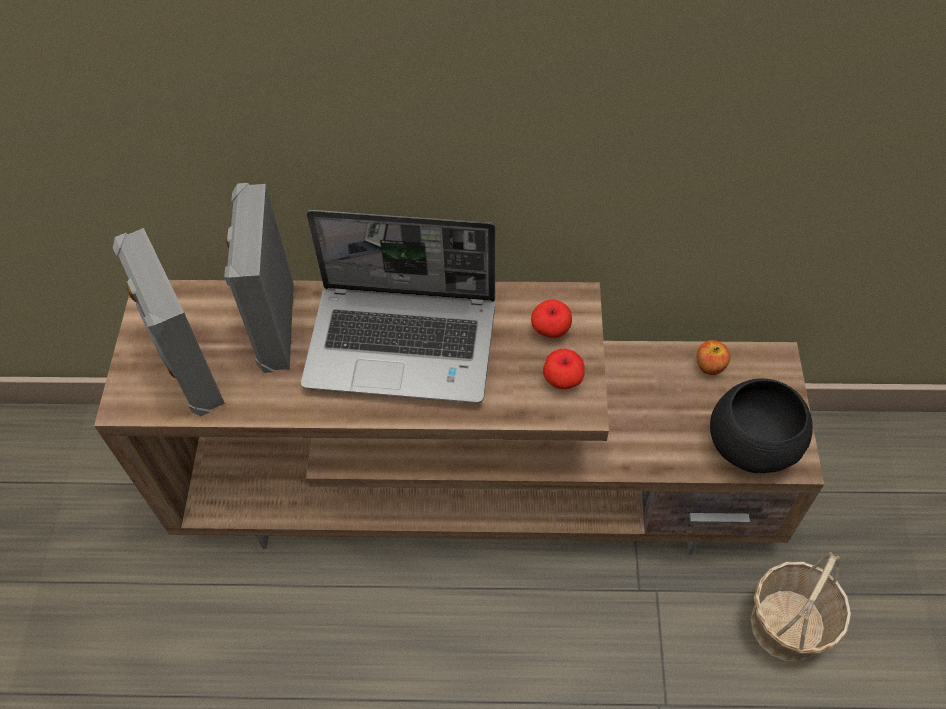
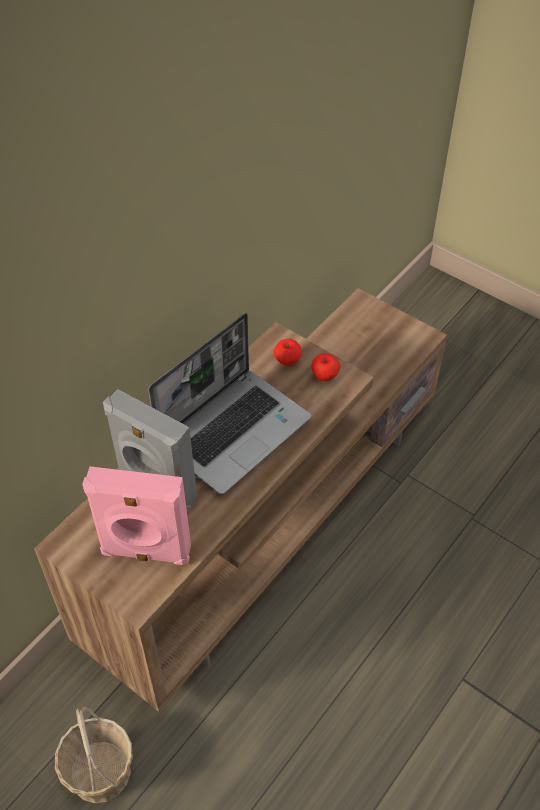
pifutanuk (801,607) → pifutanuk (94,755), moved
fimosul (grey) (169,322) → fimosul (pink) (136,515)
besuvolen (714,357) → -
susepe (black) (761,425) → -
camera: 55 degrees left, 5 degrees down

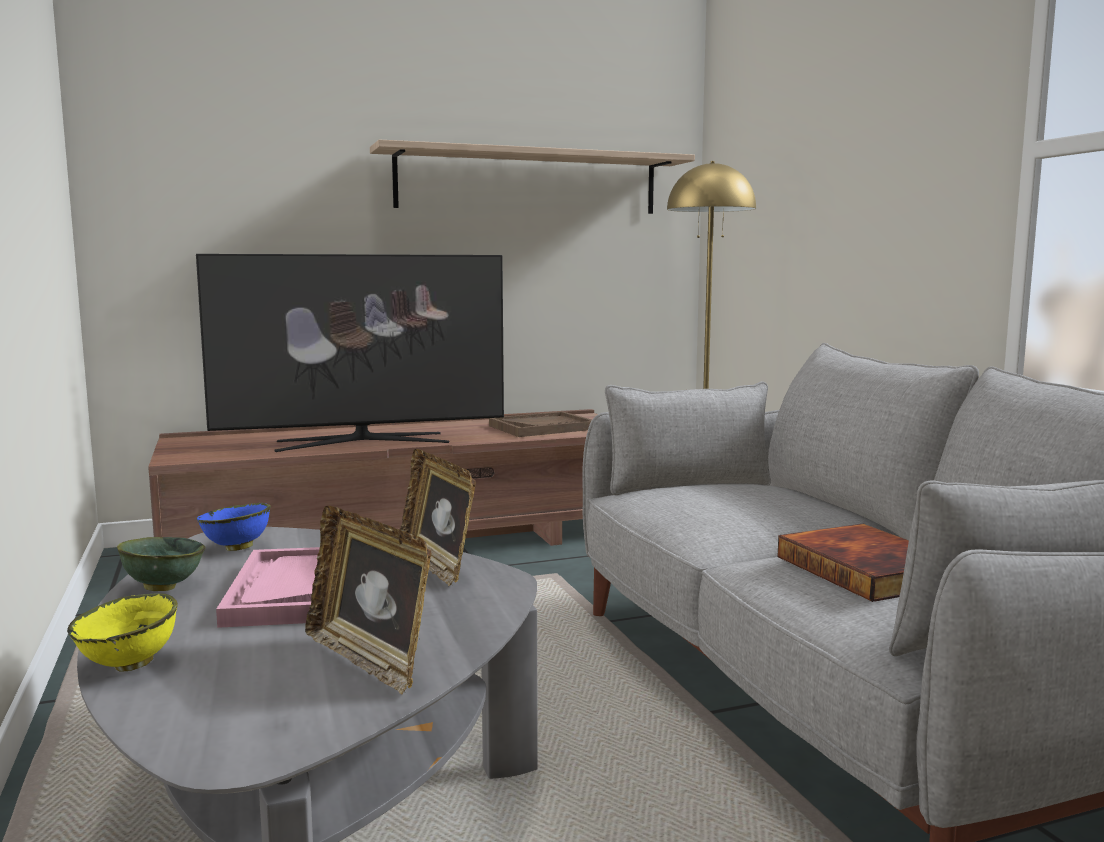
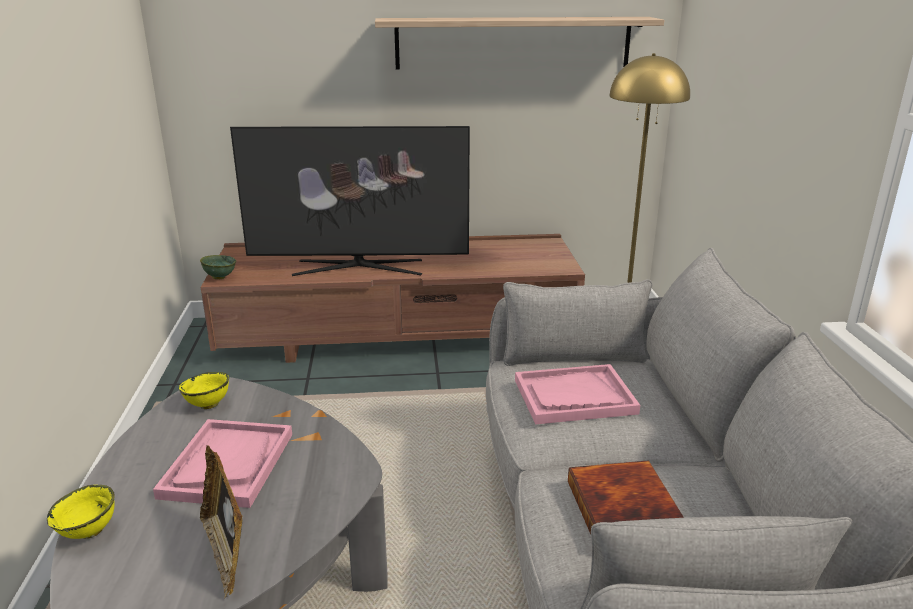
susepe (blue) (233,527) → susepe (yellow) (204,390)
susepe (green) (161,564) → susepe (green) (218,267), moved
- → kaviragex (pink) (577,394)
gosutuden (437,517) → -
kaviragex (brown) (540,424) → -
camera: 15 degrees right, 15 degrees up

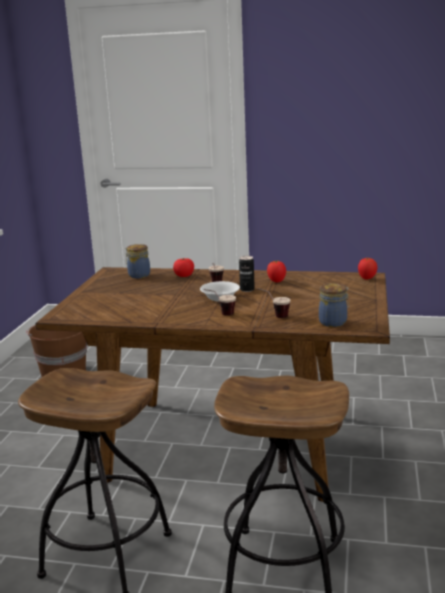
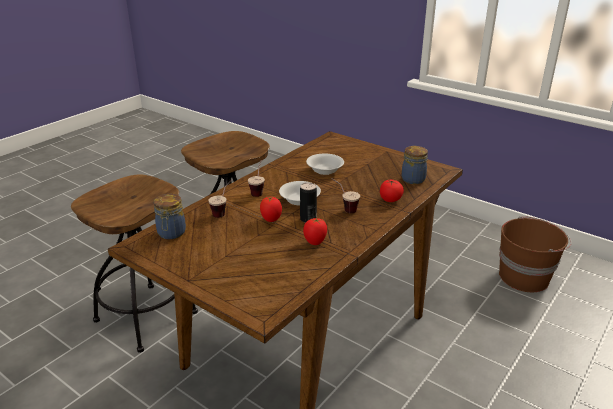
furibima (368,269) → furibima (271,209), moved
- → susepe (white) (325,164)
camera: 115 degrees right, 10 degrees up

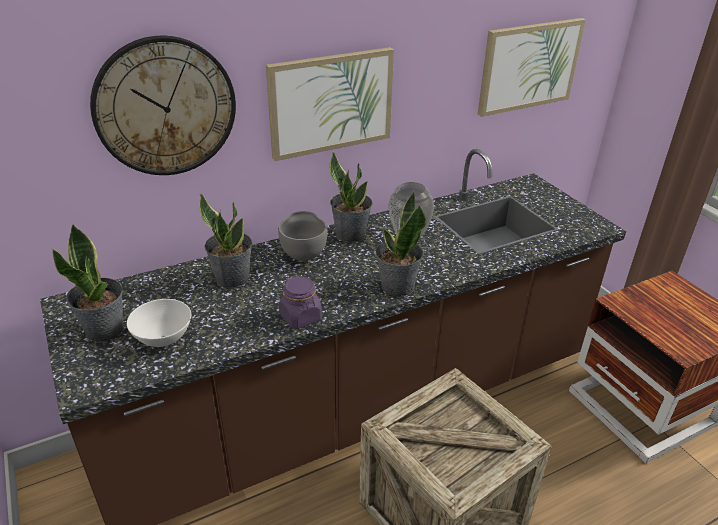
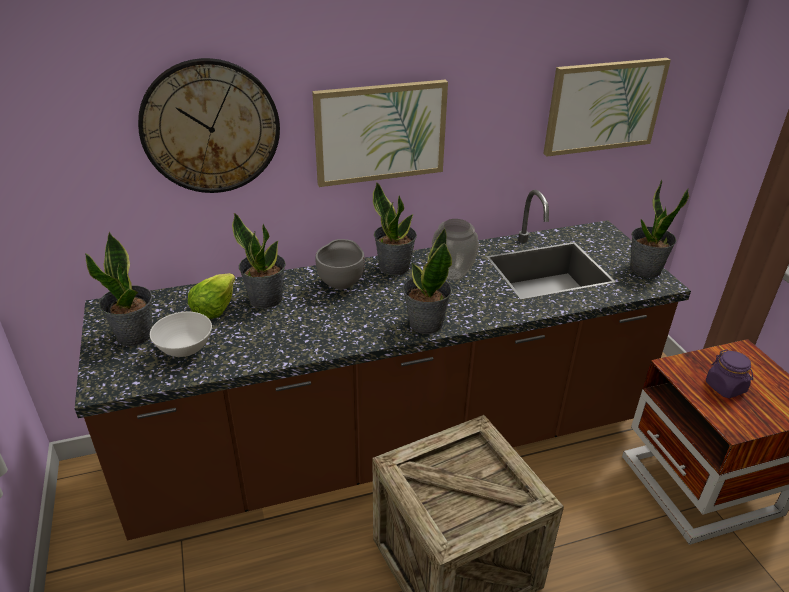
- → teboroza (211,296)
- → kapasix (659,228)
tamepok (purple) (300,302) → tamepok (purple) (729,373), moved
camera: 10 degrees right, 0 degrees up

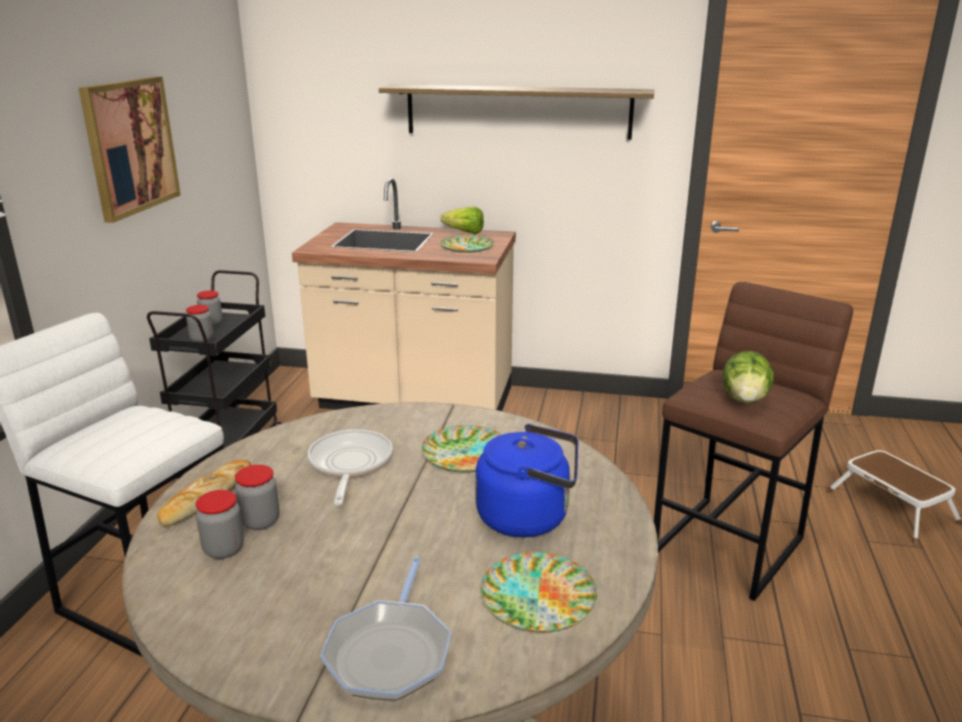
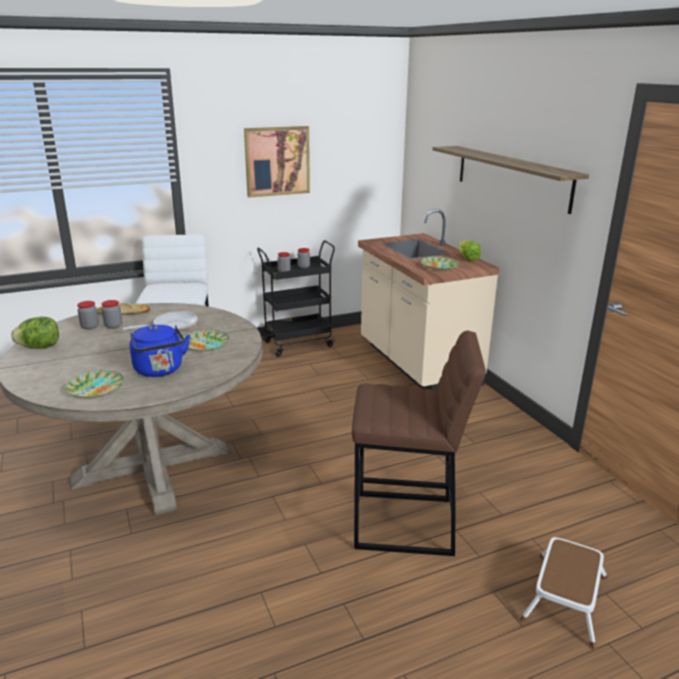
teboroza (748,377) → teboroza (35,333), moved
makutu (385,629) → -
camera: 55 degrees right, 0 degrees up

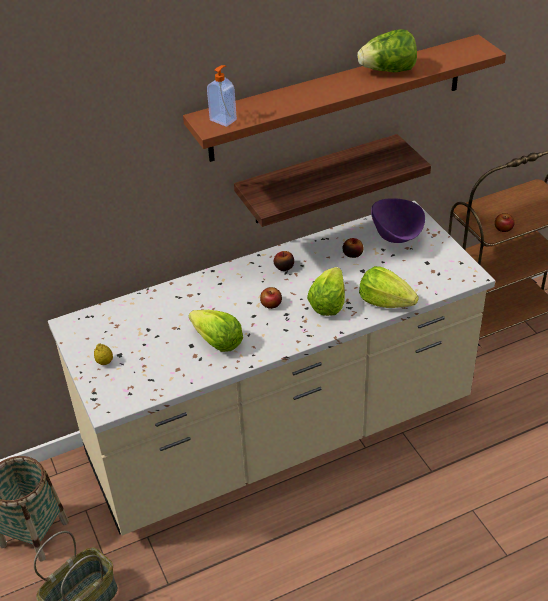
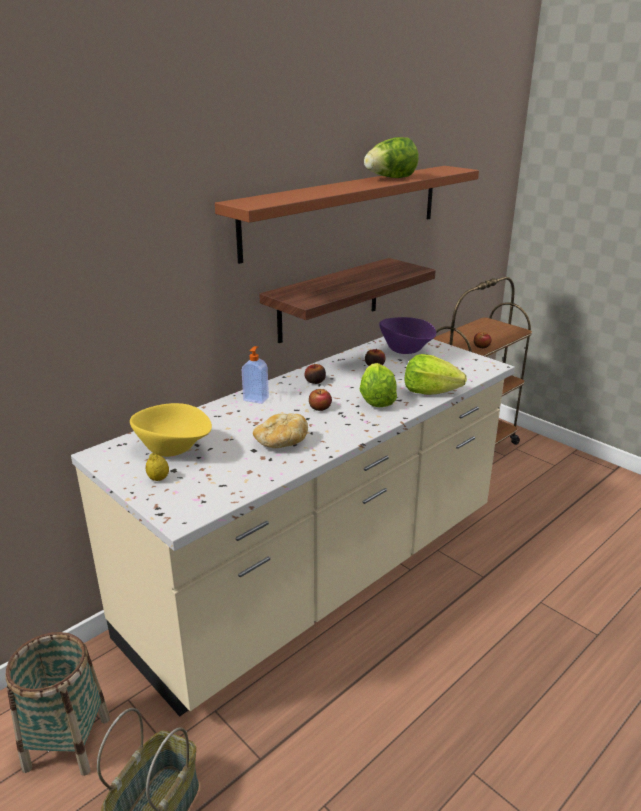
- → susepe (yellow) (171,430)
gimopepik (222,96) → gimopepik (255,375), moved
teboroza (216,331) → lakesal (280,430)
camera: 20 degrees left, 15 degrees down

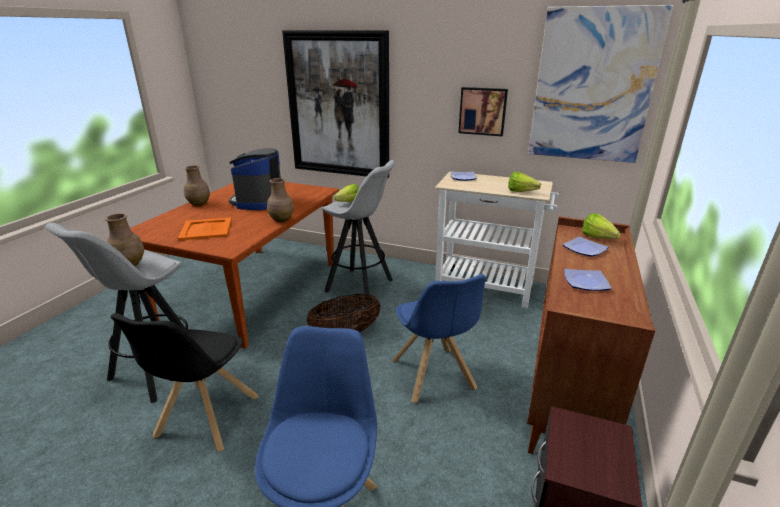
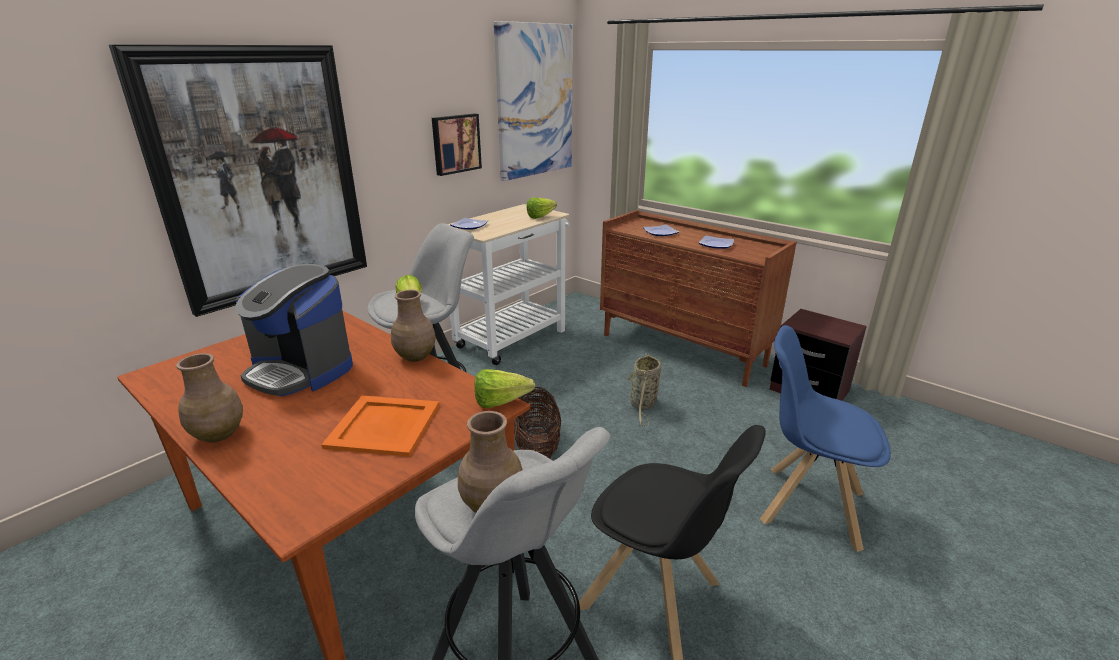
teboroza (601,226) → teboroza (505,388), moved
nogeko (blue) (439,339) → pifutanuk (644,389)
camera: 70 degrees left, 0 degrees up

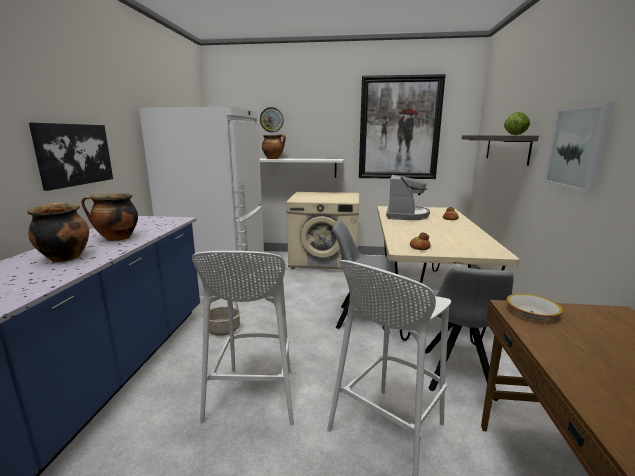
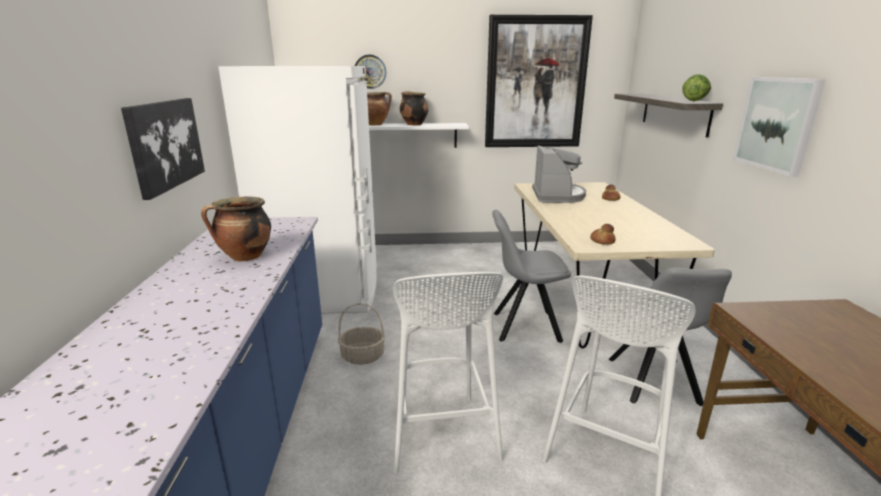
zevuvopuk (58,232) → zevuvopuk (414,108), moved
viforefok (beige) (322,231) → -
susepe (534,306) → -
camera: 10 degrees left, 5 degrees up

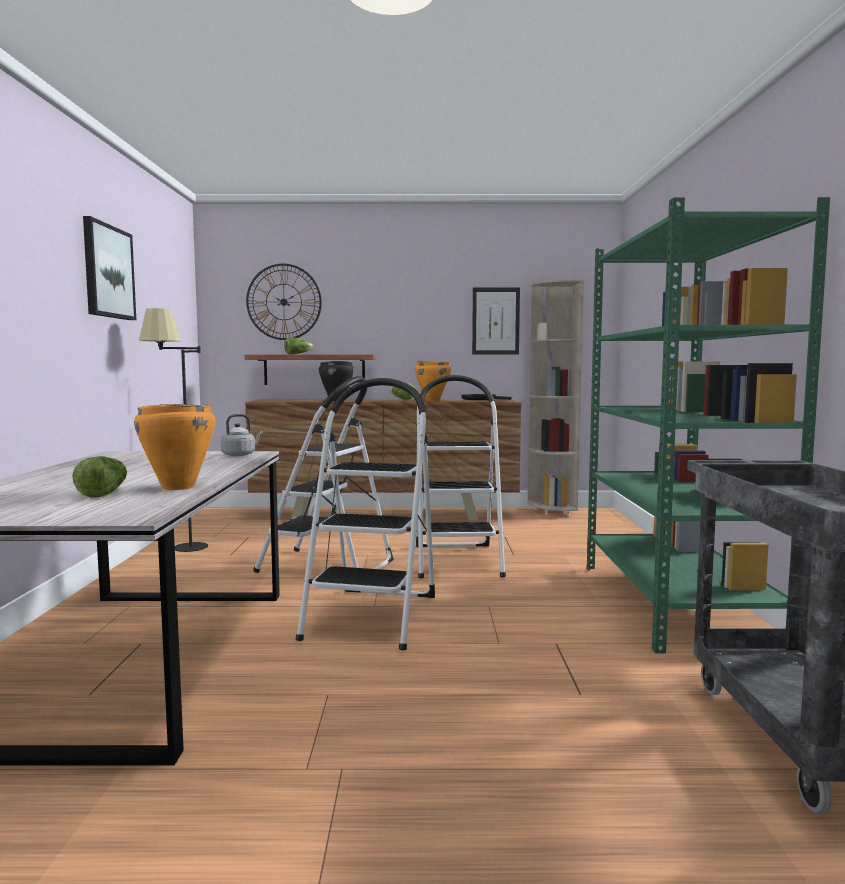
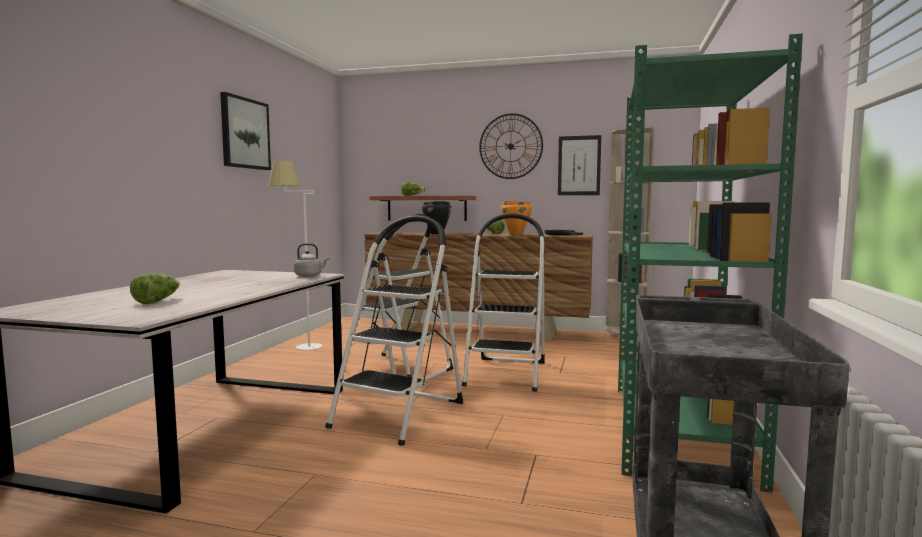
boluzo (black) (173,430) → boluzo (white) (295,255)
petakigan (284,302) → petakigan (511,146), moved
zevuvopuk (orange) (175,447) → -
camera: 15 degrees right, 0 degrees up

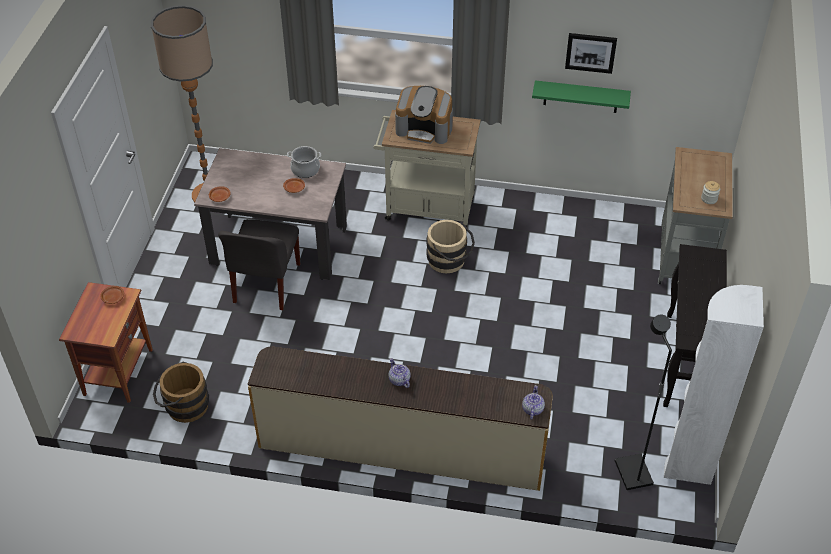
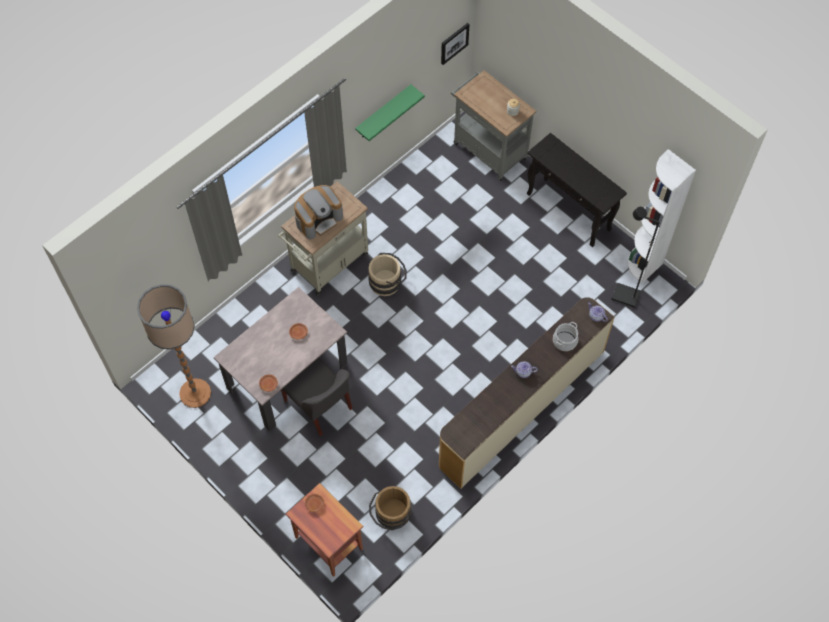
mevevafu (591,53) → mevevafu (455,44), moved
zevuvopuk (304,162) → zevuvopuk (565,336), moved
camera: 55 degrees left, 15 degrees up

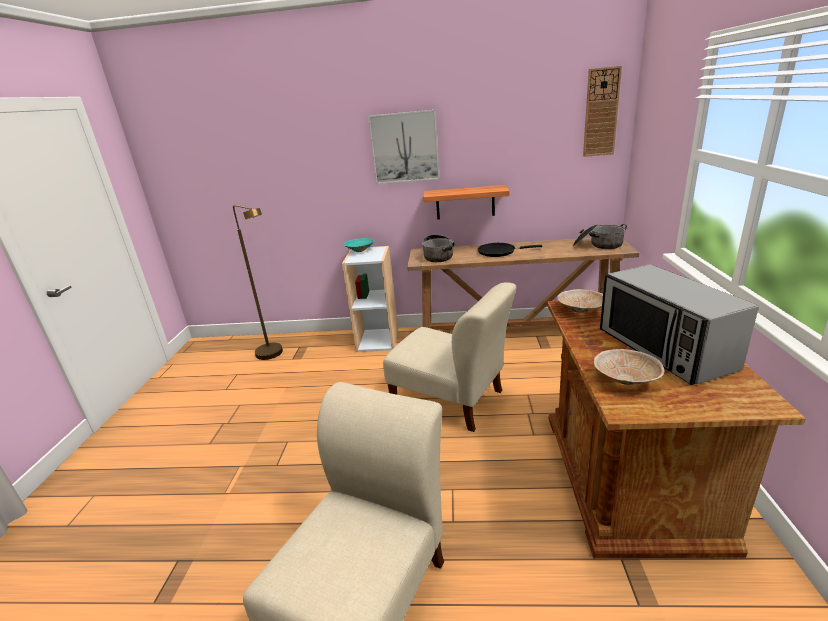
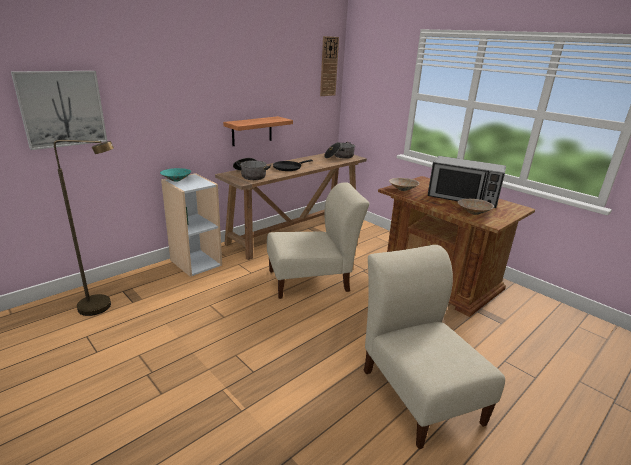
mevevafu (404,147) → mevevafu (59,110), moved
camera: 50 degrees left, 0 degrees up

